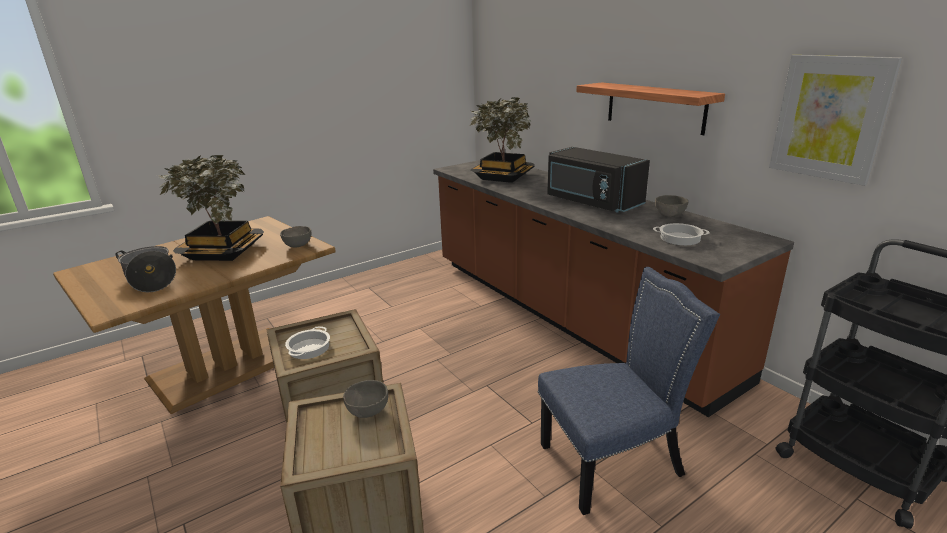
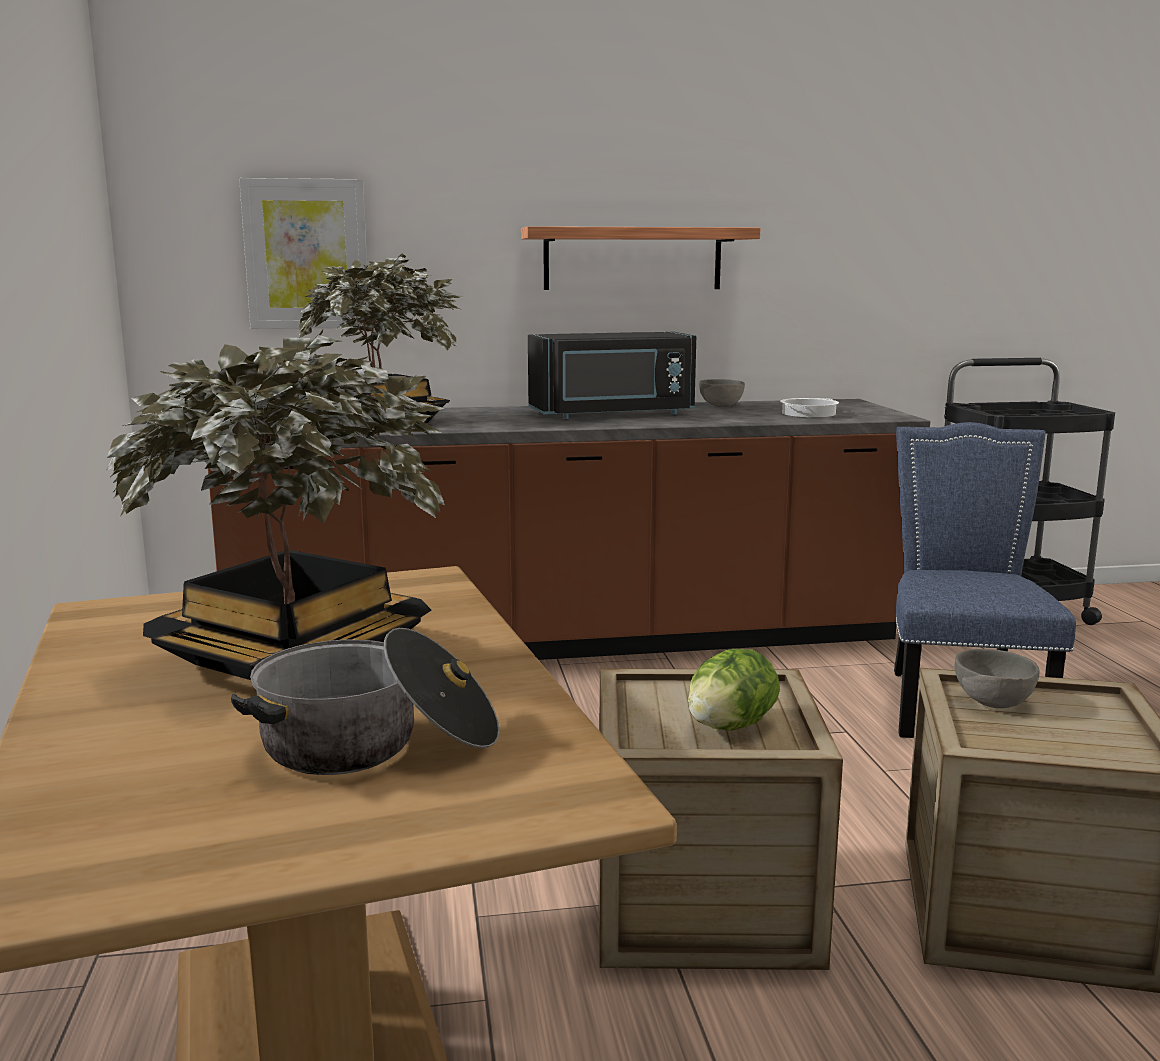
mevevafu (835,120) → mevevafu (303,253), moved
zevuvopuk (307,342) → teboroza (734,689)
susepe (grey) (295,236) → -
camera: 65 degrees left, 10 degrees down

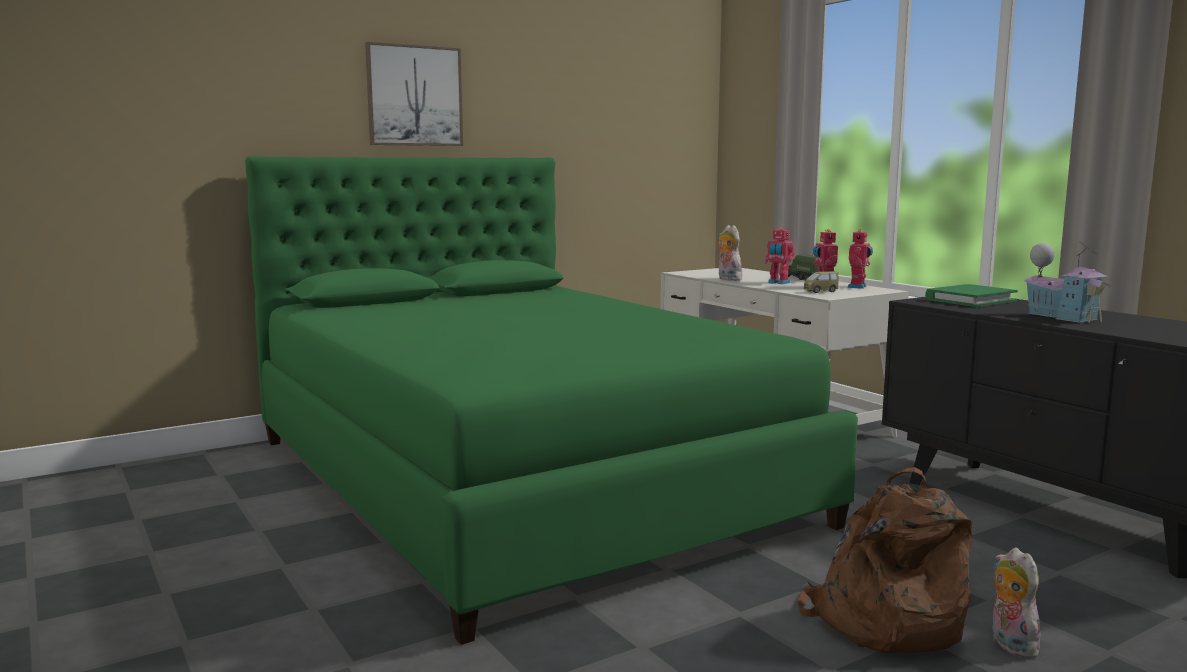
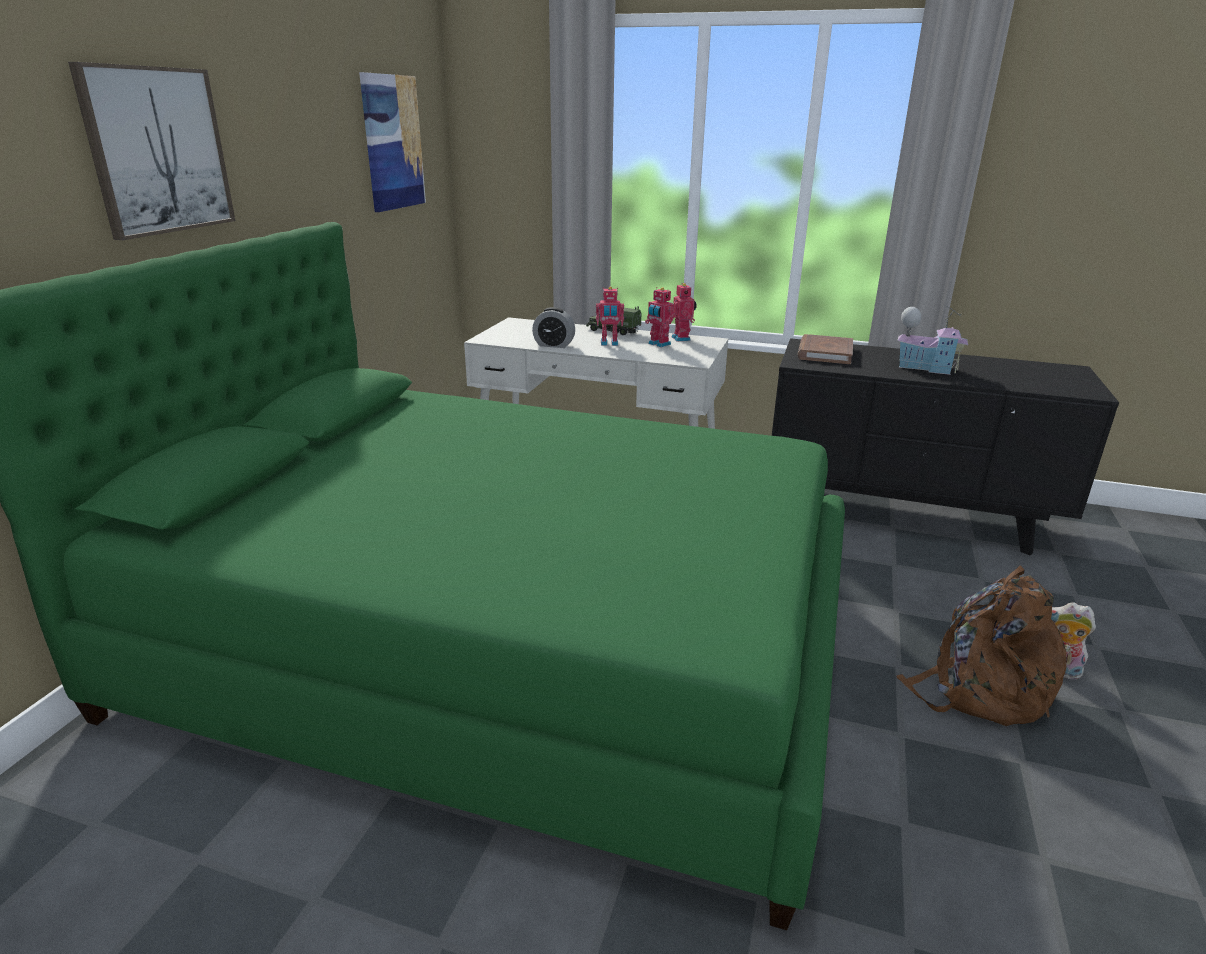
- → mevevafu (392,142)
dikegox (730,253) → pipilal (553,327)
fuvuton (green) (971,295) → fuvuton (brown) (825,349)
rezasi (821,282) → -
camera: 40 degrees left, 15 degrees up

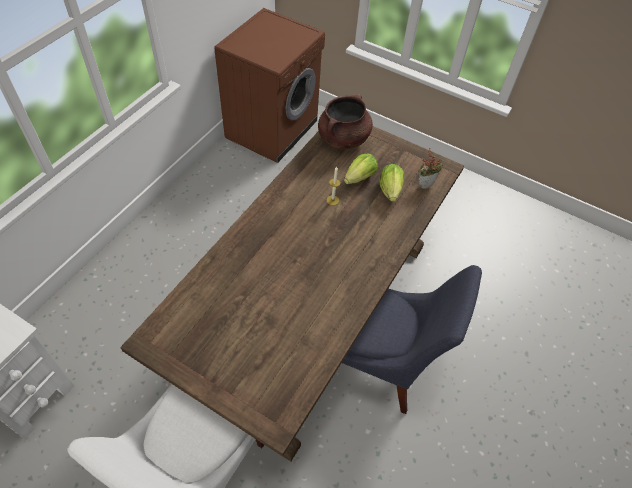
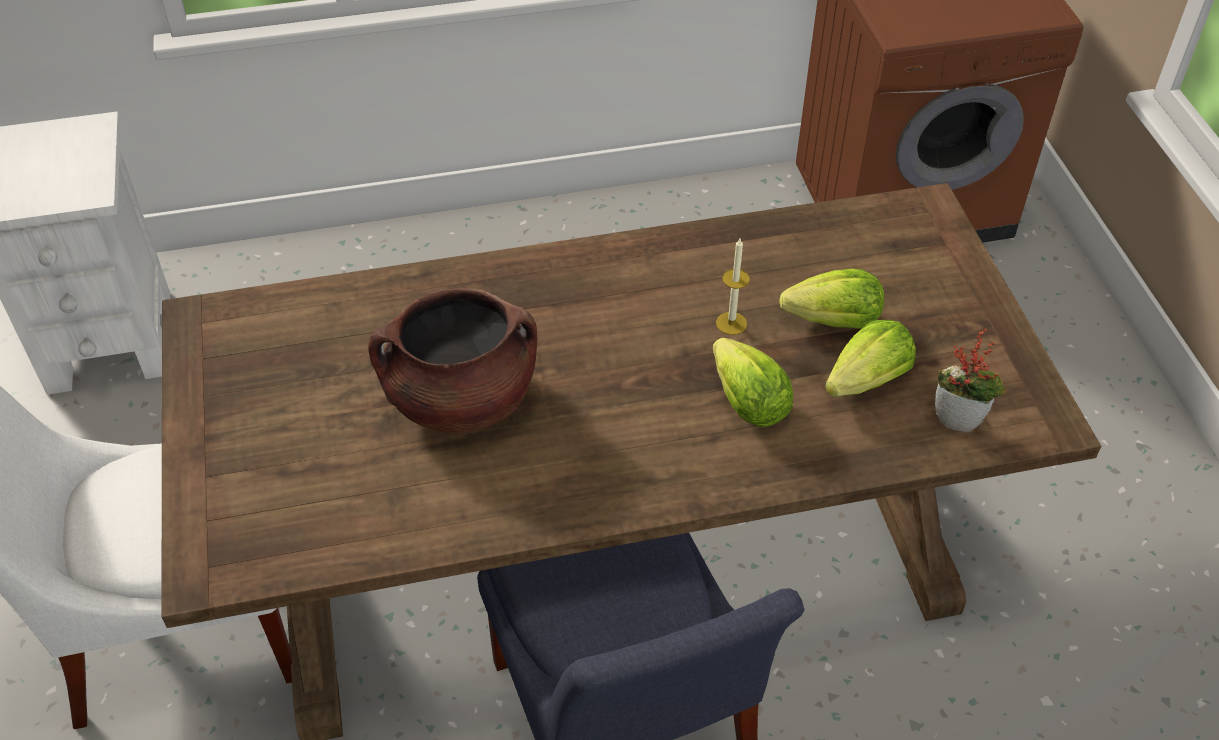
zevuvopuk (brown) (345,121) → zevuvopuk (brown) (452,360), moved
- → teboroza (753,382)
camera: 50 degrees right, 5 degrees down

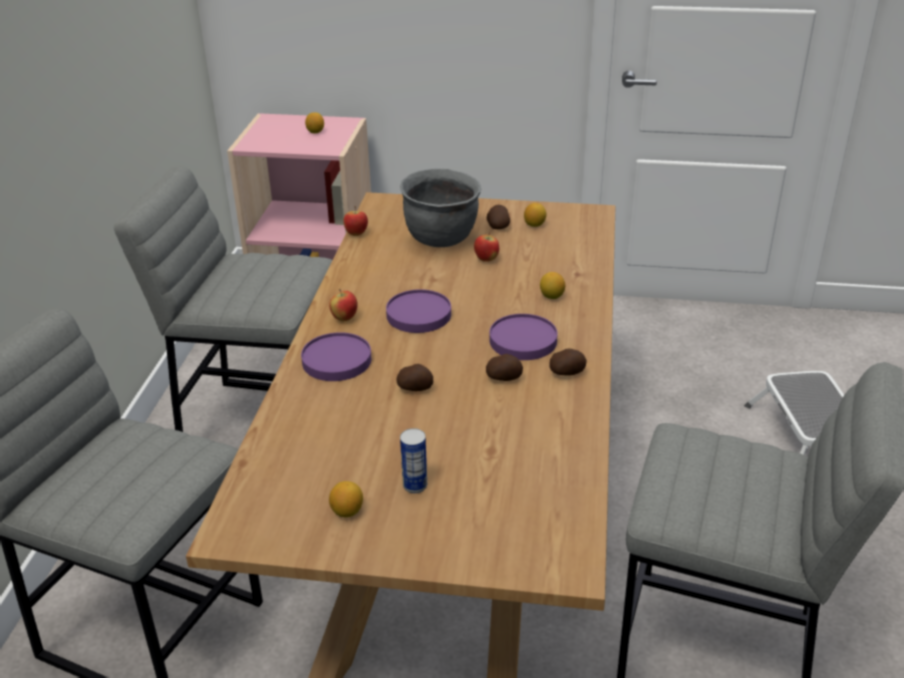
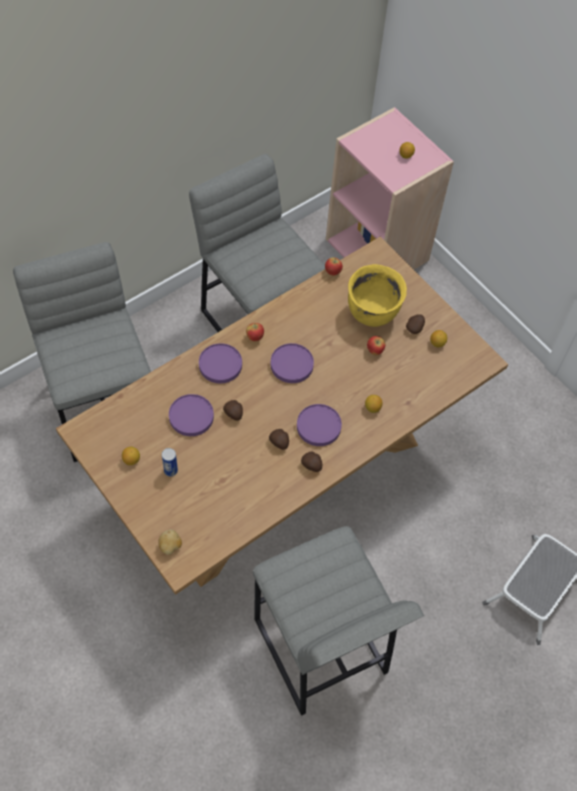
- → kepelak (170,542)
- → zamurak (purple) (191,415)
zevuvopuk (grey) (440,208) → zevuvopuk (yellow) (377,295)
camera: 40 degrees right, 25 degrees up

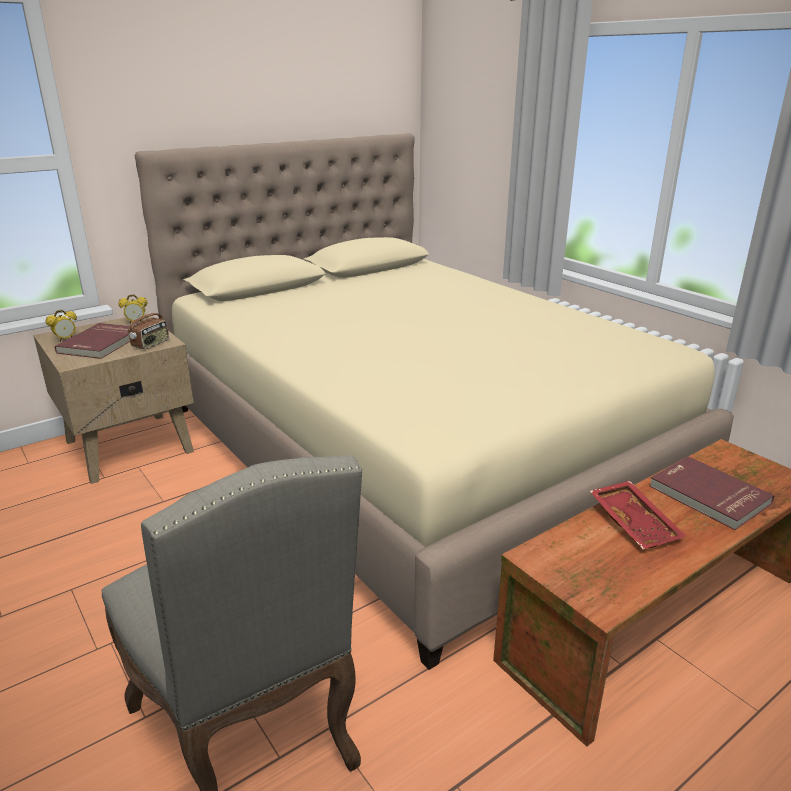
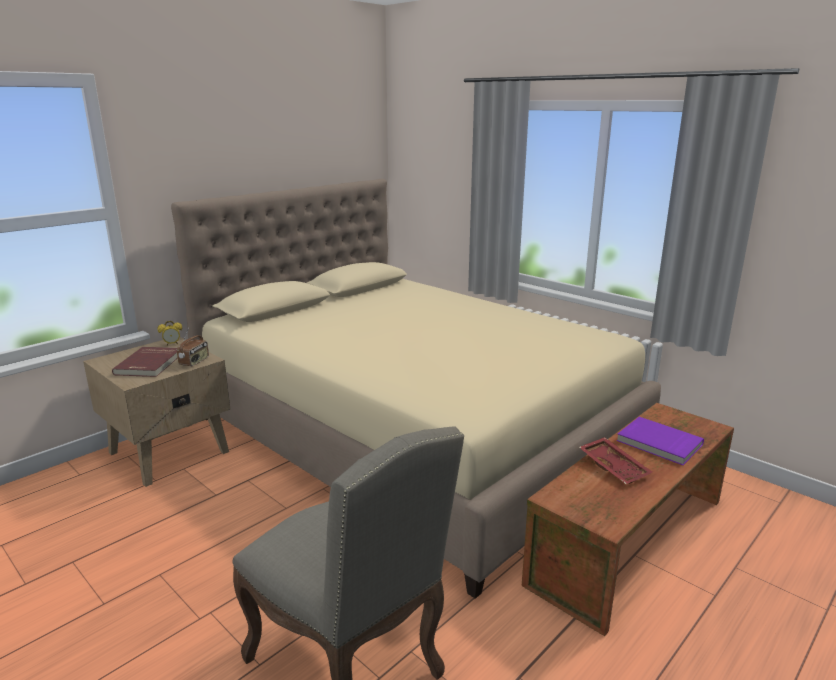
fuvuton (red) (711,493) → fuvuton (purple) (660,441)
pipilal (61,326) → -
camera: 10 degrees left, 5 degrees down

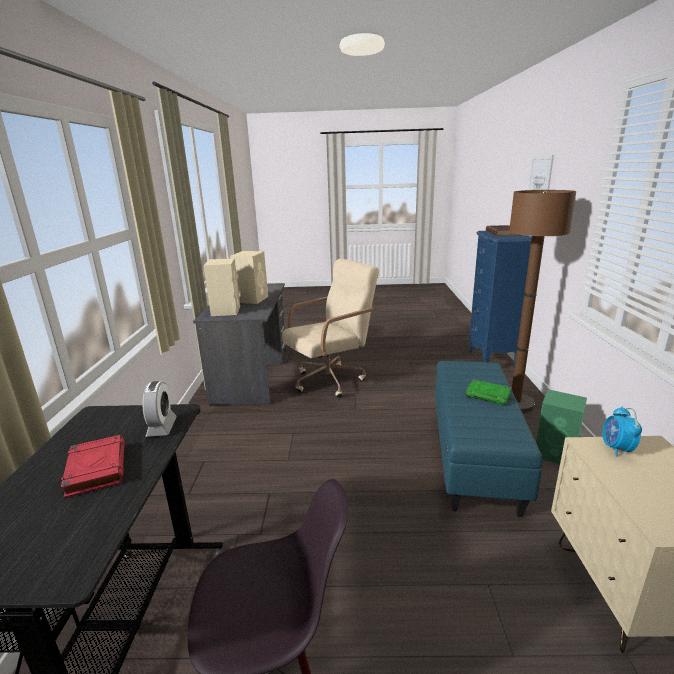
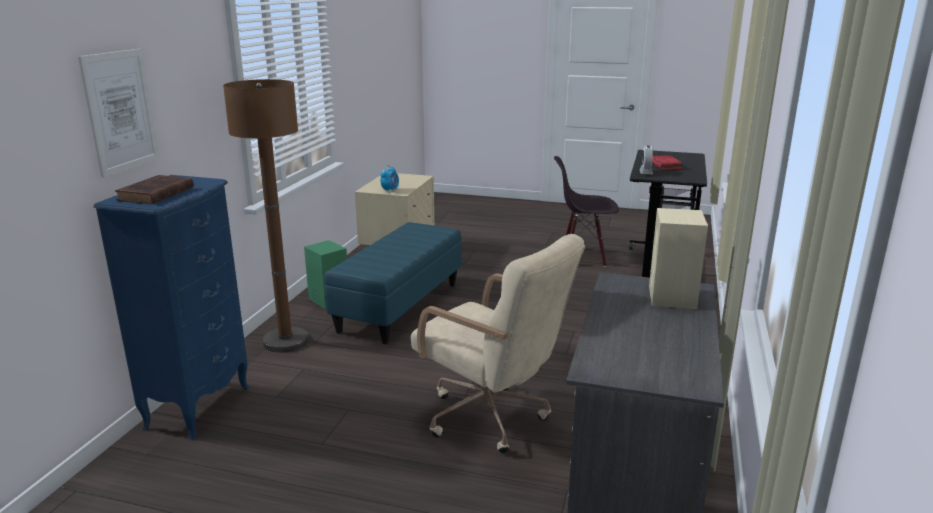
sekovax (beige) (330,328) → sekovax (beige) (498,343), 120 degrees counterclockwise
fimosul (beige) (249,277) → -
fuvuton (green) (488,392) → -
camera: 165 degrees left, 0 degrees up

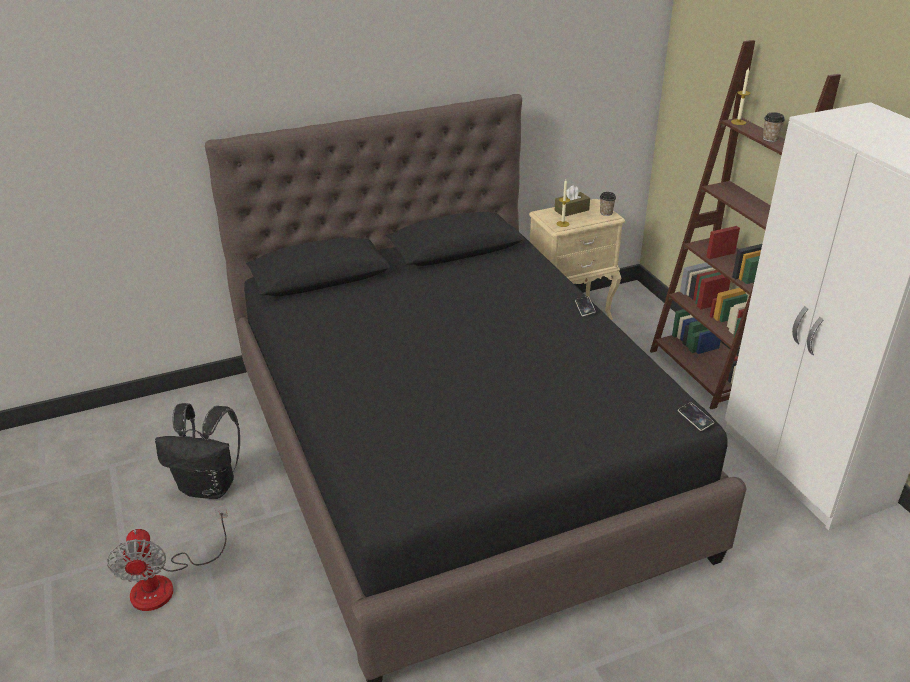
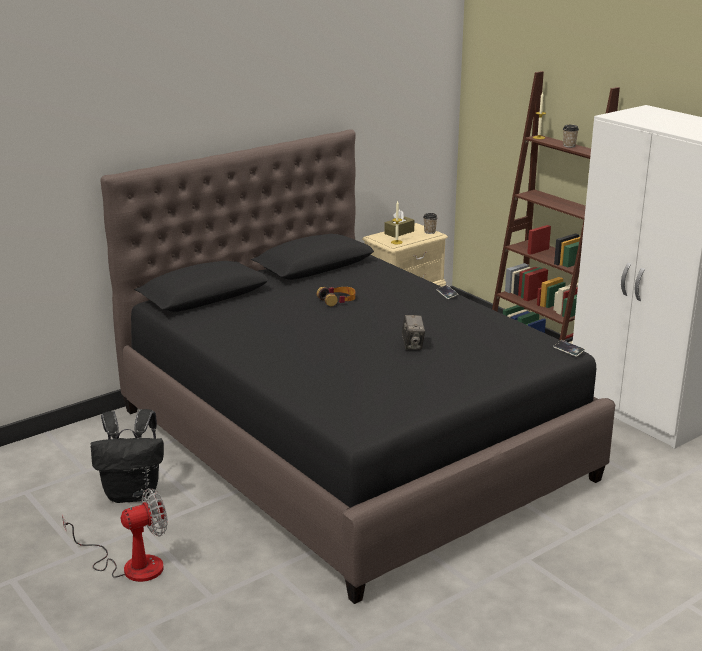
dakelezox (167,558) → dakelezox (115,535), 90 degrees counterclockwise
- → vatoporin (335,297)
- → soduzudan (413,332)
camera: 15 degrees left, 10 degrees down

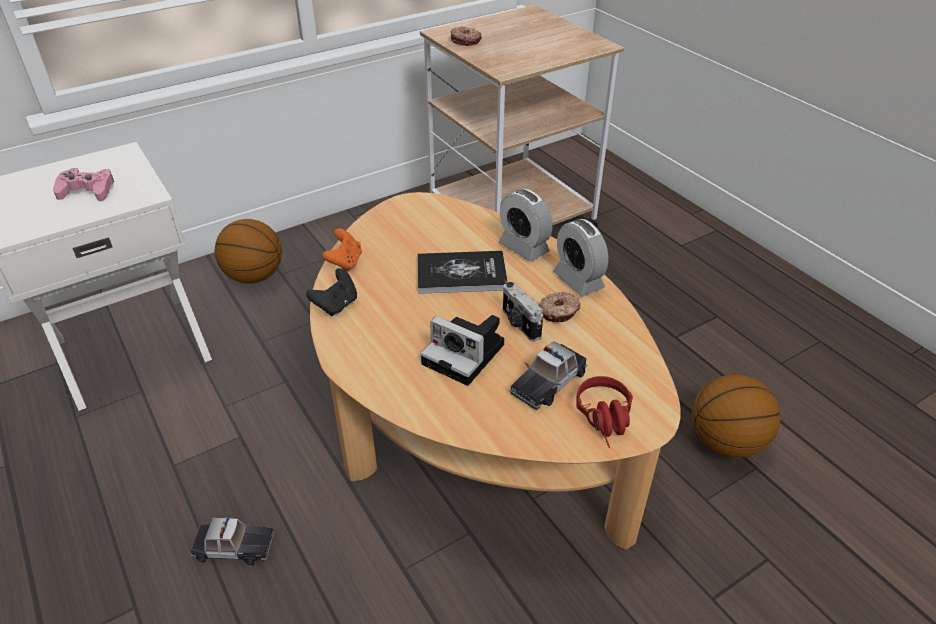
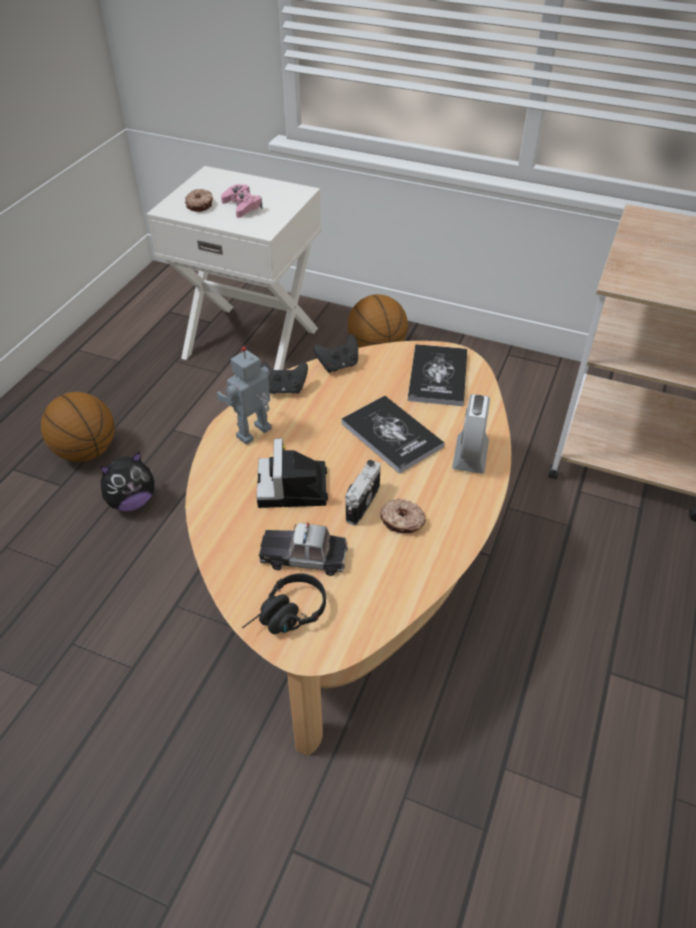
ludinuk (736,416) → ludinuk (78,427), moved
rezasi (232,541) → dikegox (127,481)
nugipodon (466,36) → nugipodon (199,200), moved
- → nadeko (244,395)
vatoporin (red) (604,412) → vatoporin (black) (284,603)
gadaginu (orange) (342,250) → gadaginu (black) (335,353)
- → fuvuton (437,375)
pipilal (581,257) → -
camera: 55 degrees right, 5 degrees up

